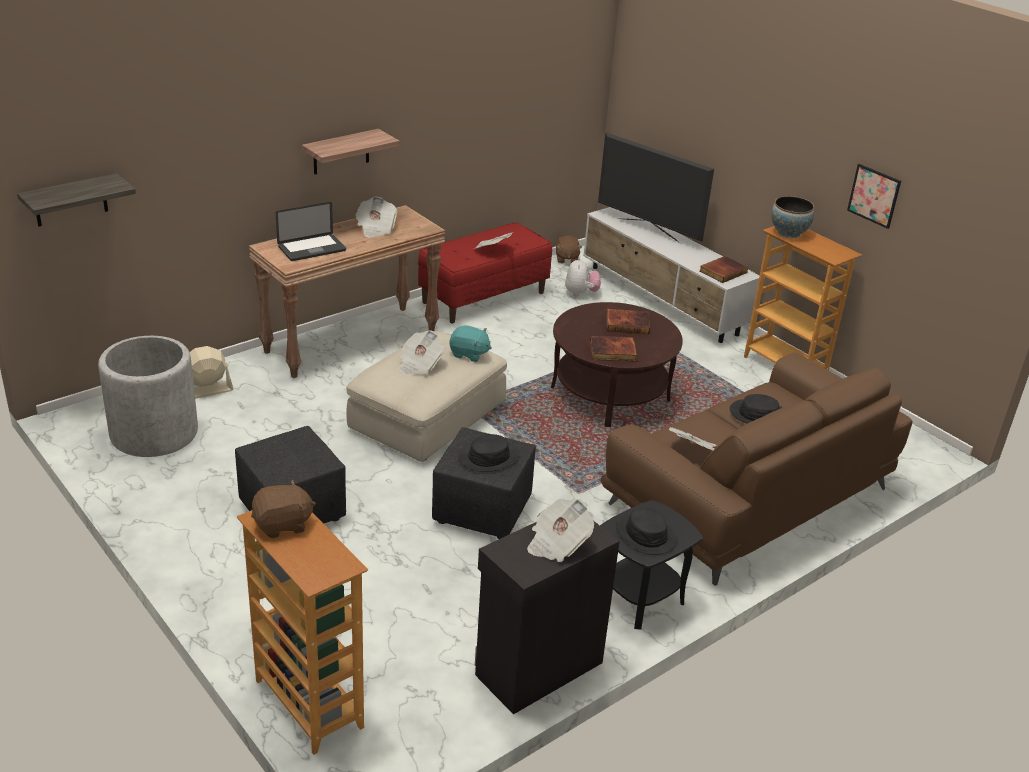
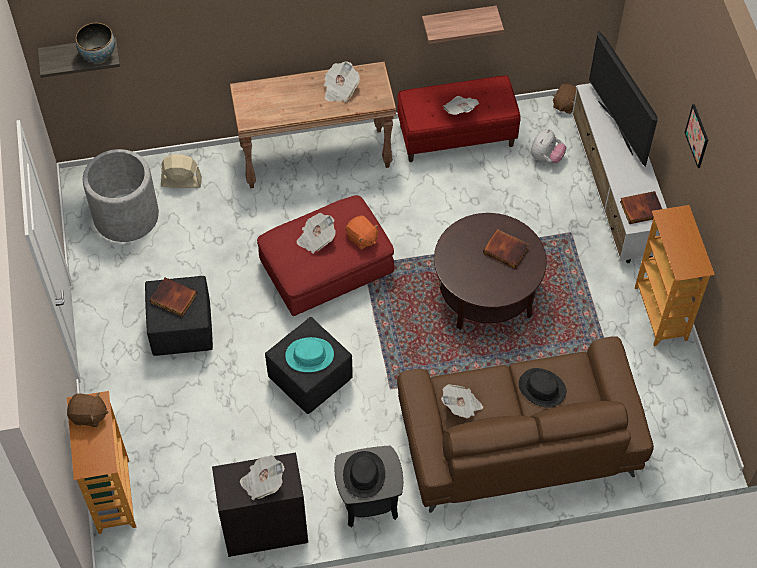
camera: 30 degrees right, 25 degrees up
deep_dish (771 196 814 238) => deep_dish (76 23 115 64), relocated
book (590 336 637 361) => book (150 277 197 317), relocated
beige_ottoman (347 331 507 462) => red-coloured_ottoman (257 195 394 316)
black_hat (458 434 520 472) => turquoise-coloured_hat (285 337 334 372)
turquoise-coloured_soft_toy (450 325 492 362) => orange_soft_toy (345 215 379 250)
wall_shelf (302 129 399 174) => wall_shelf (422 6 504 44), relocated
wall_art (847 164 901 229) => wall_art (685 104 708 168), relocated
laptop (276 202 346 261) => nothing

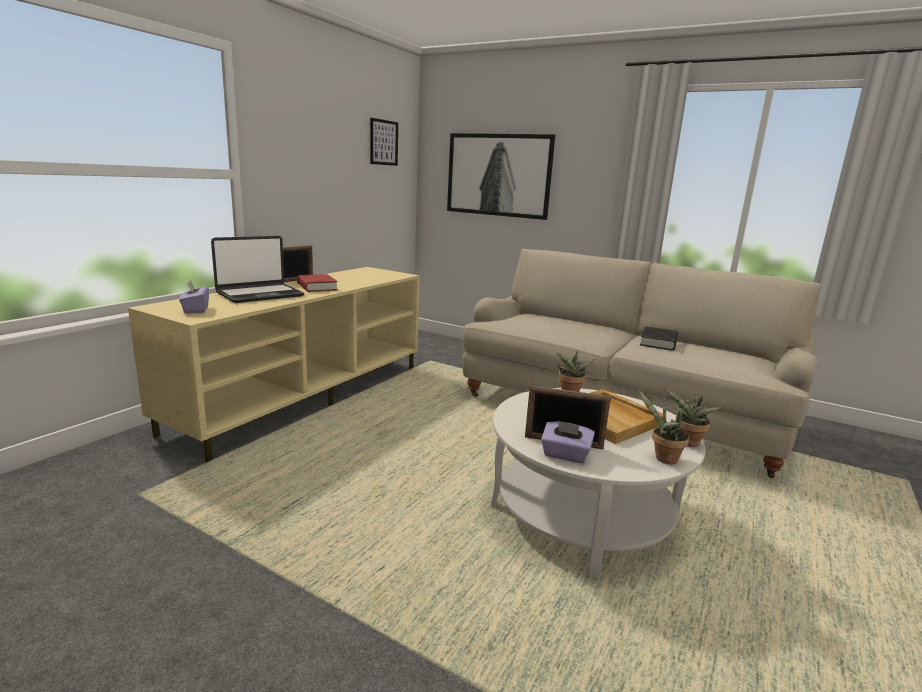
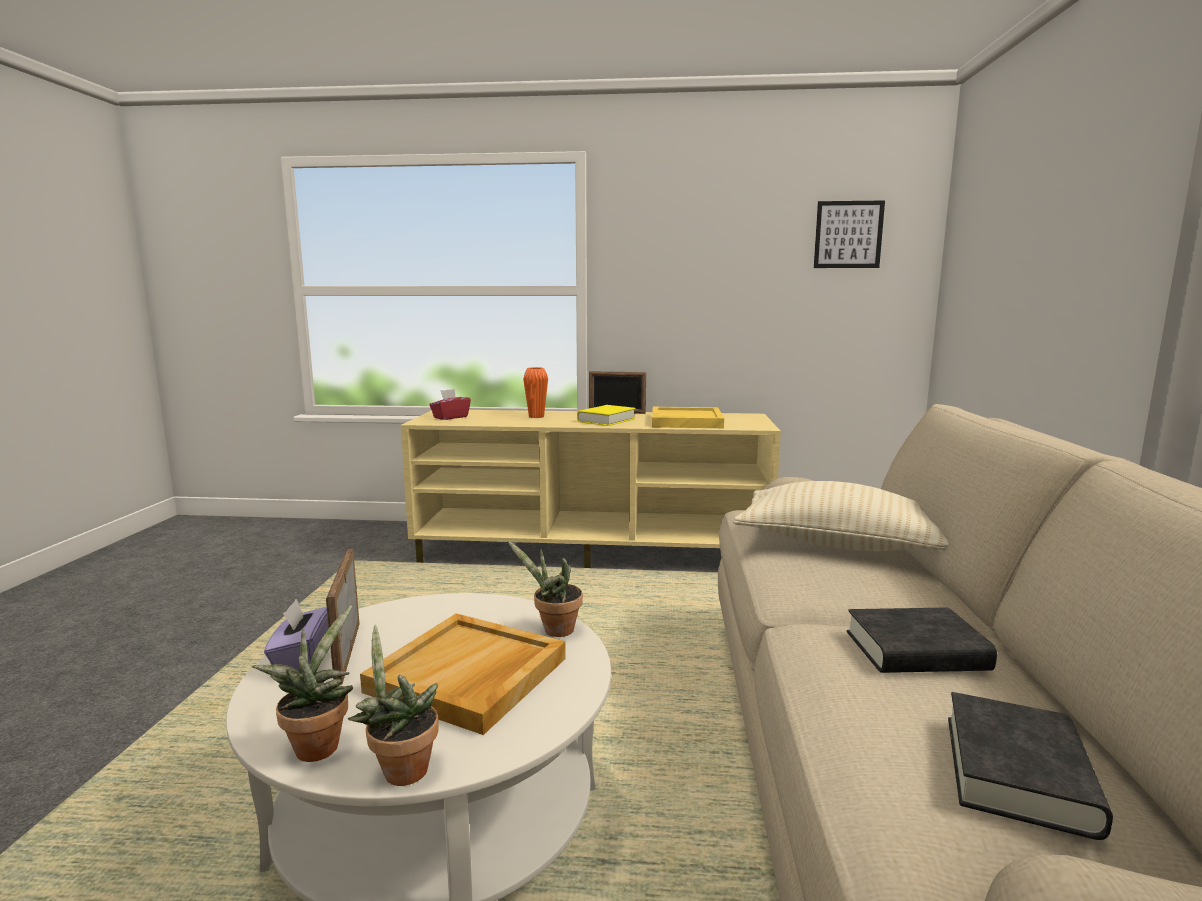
camera: 65 degrees right, 5 degrees down
purple_tissue_box (179 280 209 313) => red-coloured_tissue_box (429 389 471 420)
laptop (211 236 304 303) => orange_decorative_vase (523 367 548 418)
red-coloured_book (297 274 338 292) => yellow_book (577 405 636 426)
nothing => yellow_serving_tray (652 407 724 428)
nothing => beige_pillow (733 481 949 551)
nothing => black_book (948 692 1113 840)
wall_art (447 133 555 220) => nothing

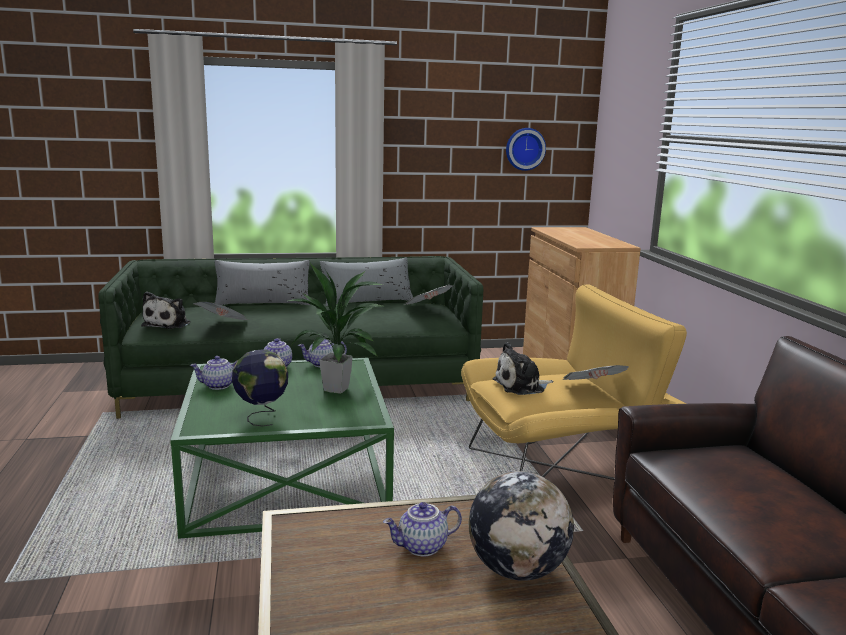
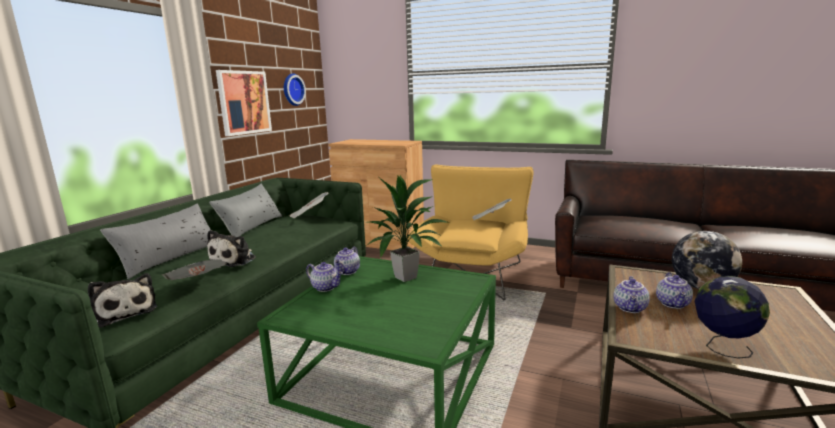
camera: 55 degrees left, 0 degrees up
soft_toy (493 342 554 395) => soft_toy (207 230 256 267), relocated
nothing => wall_art (216 70 272 136)
pot_for_tea (190 356 237 390) => pot_for_tea (614 276 650 313), relocated
globe (232 350 288 426) => globe (695 276 770 358), relocated

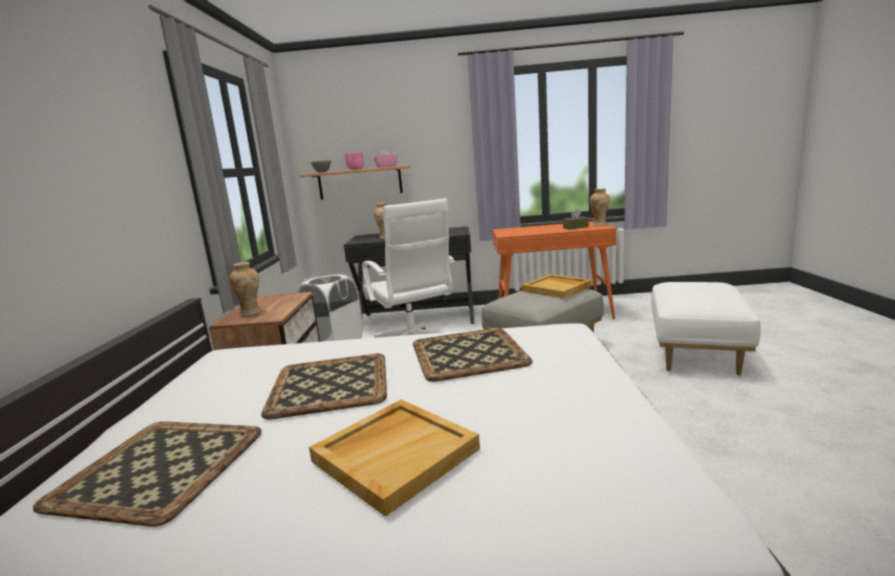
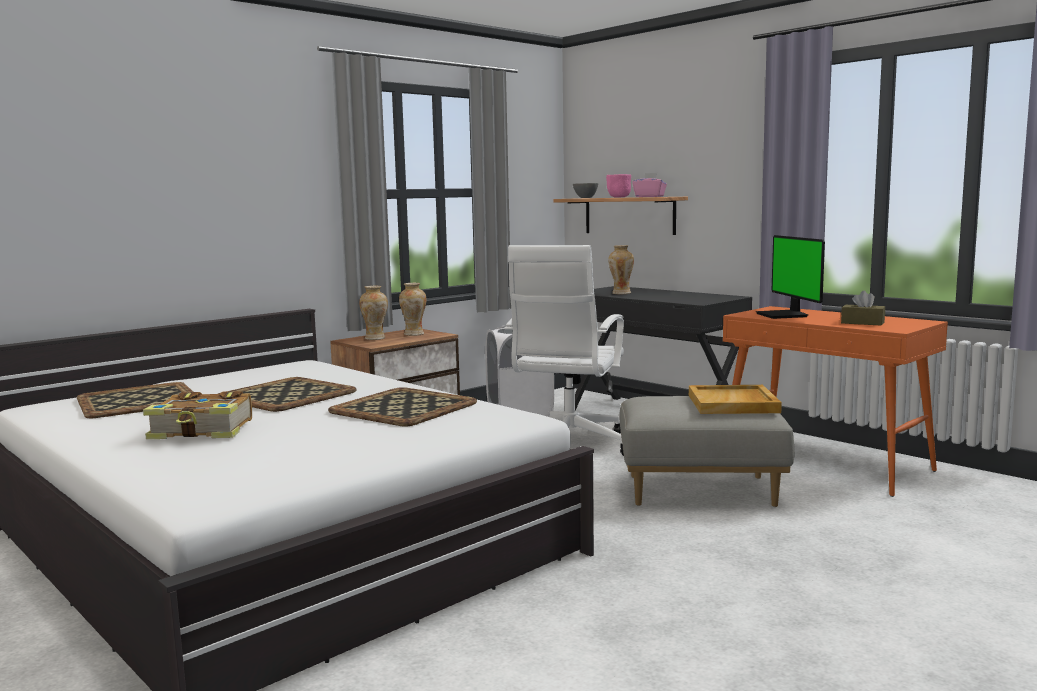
camera: 45 degrees right, 5 degrees down
beige_serving_tray (309 399 480 517) => book (143 391 252 439)
decorative_vase (590 188 610 226) => decorative_vase (399 283 426 336), relocated
nothing => computer_screen (756 235 825 319)
white_ottoman (651 282 761 376) => nothing

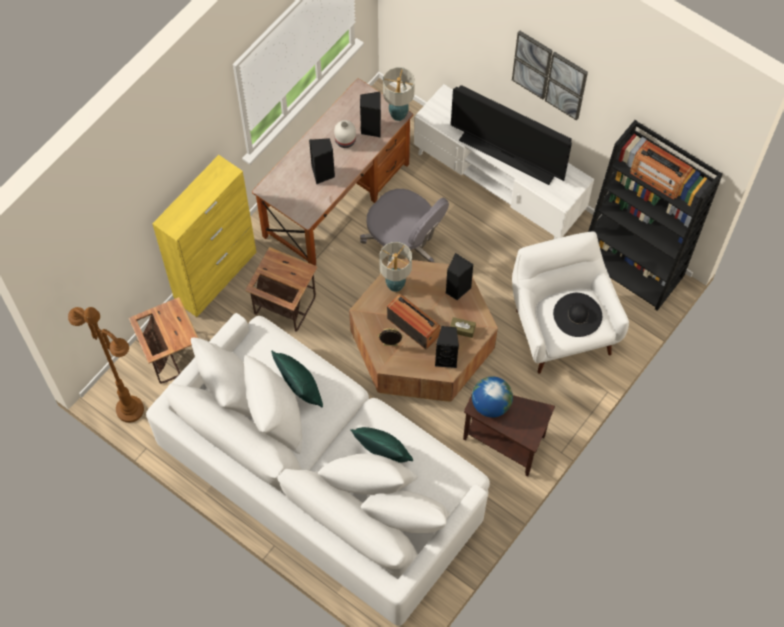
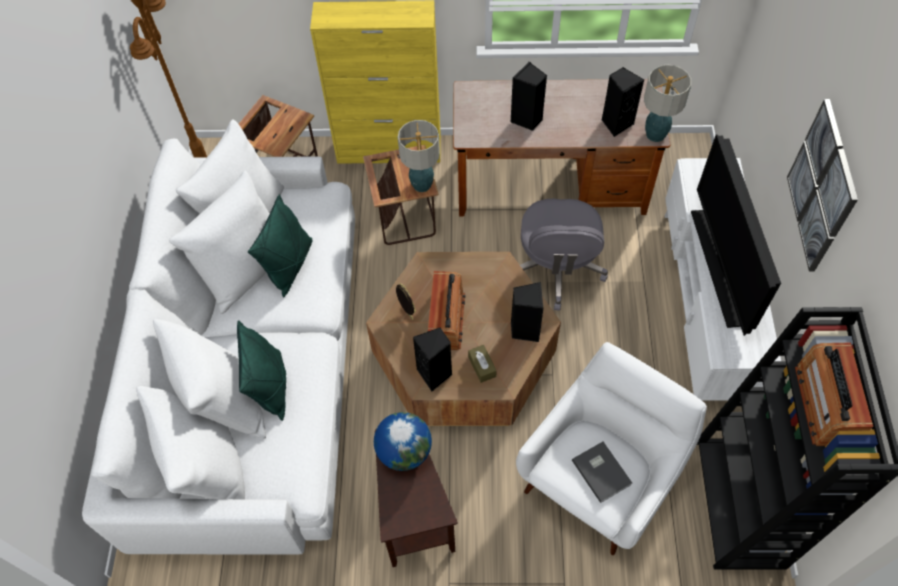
camera: 55 degrees right, 5 degrees down
tabletop_lamp (379 242 412 292) => tabletop_lamp (398 120 440 192), relocated
black_hat (553 293 602 337) => grey_book (572 442 632 503)
white_decorative_vase (334 120 356 148) => nothing

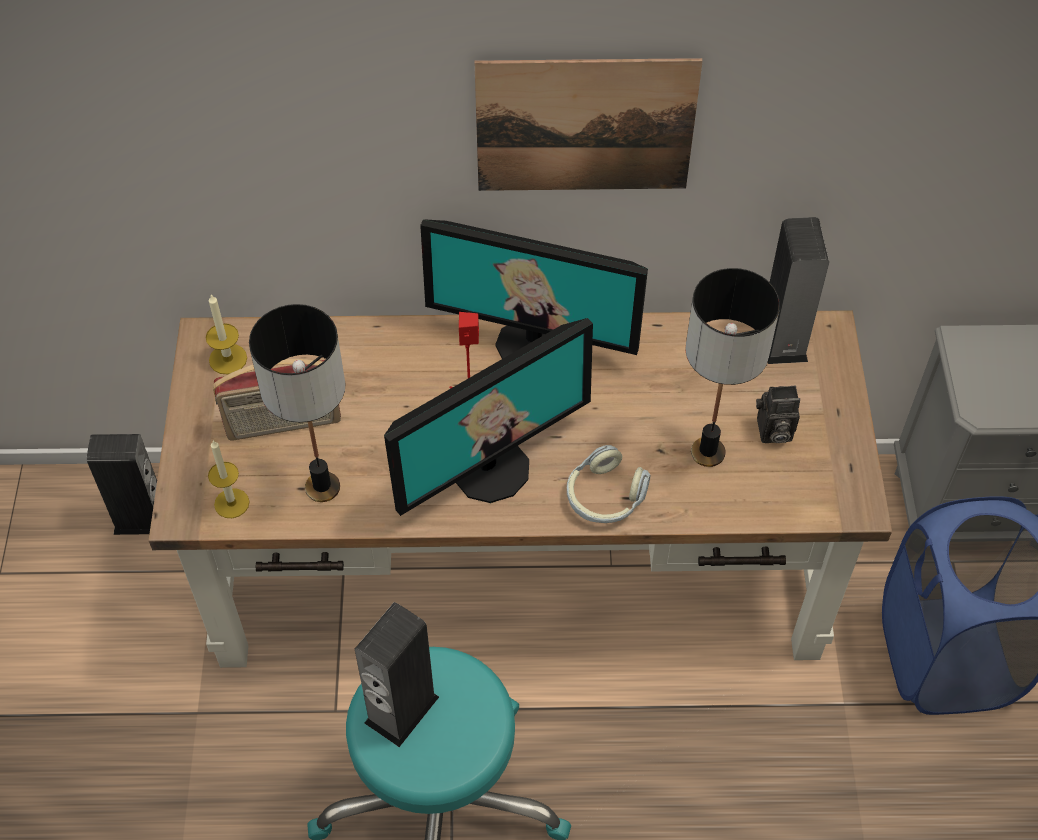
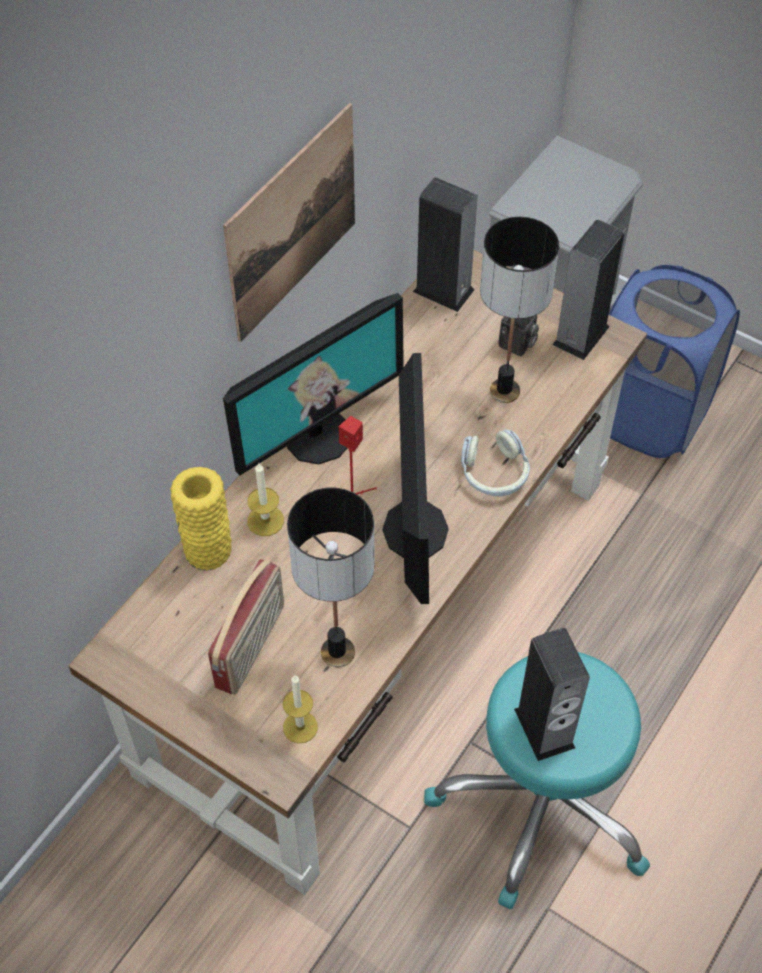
camera: 55 degrees left, 0 degrees up
nothing => yellow_decorative_vase (170 467 232 571)
candle (206 294 247 375) => candle (247 463 284 536), relocated
audio_speaker (87 434 157 535) => audio_speaker (552 220 624 360), relocated

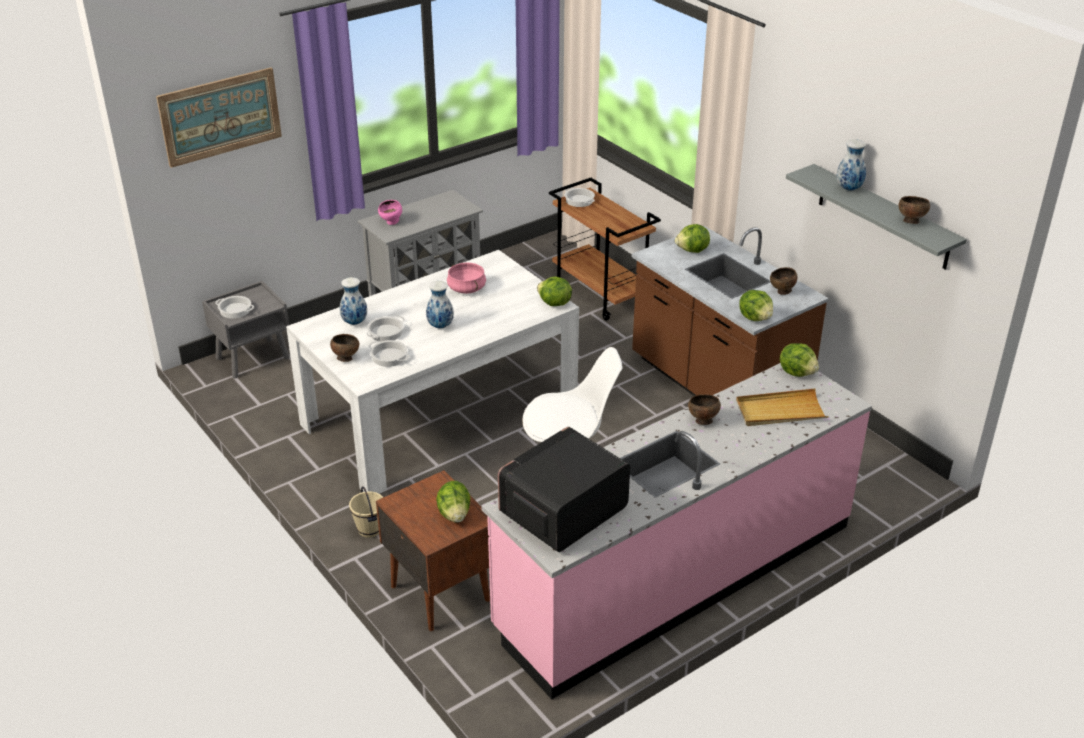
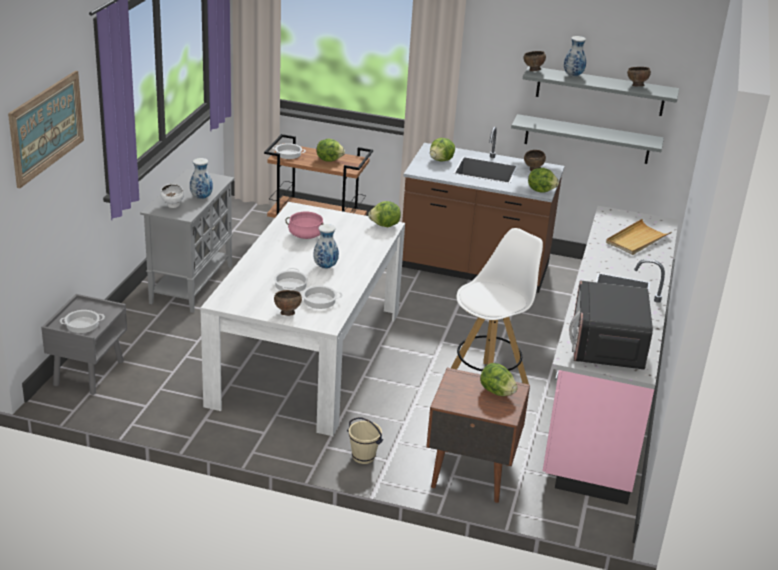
camera: 40 degrees left, 5 degrees down
pink_deep_dish (378 200 402 225) => white_deep_dish (160 184 184 208)
decorative_vase (340 277 367 325) => decorative_vase (190 158 213 199), relocated
lettuce_head (780 343 819 377) => lettuce_head (317 139 345 162), relocated
nothing => grey_wall_shelf (511 114 664 164)
brown-coloured_deep_dish (688 394 721 425) => brown-coloured_deep_dish (524 51 546 71), relocated

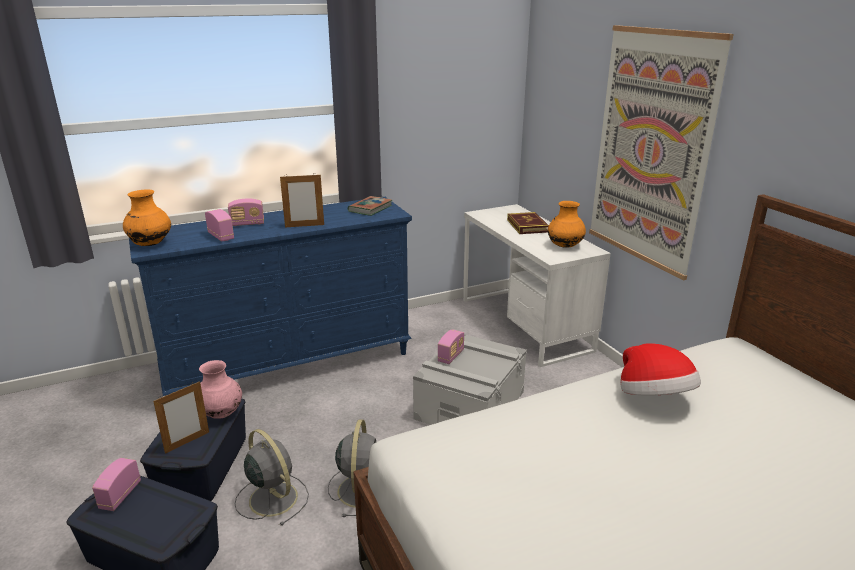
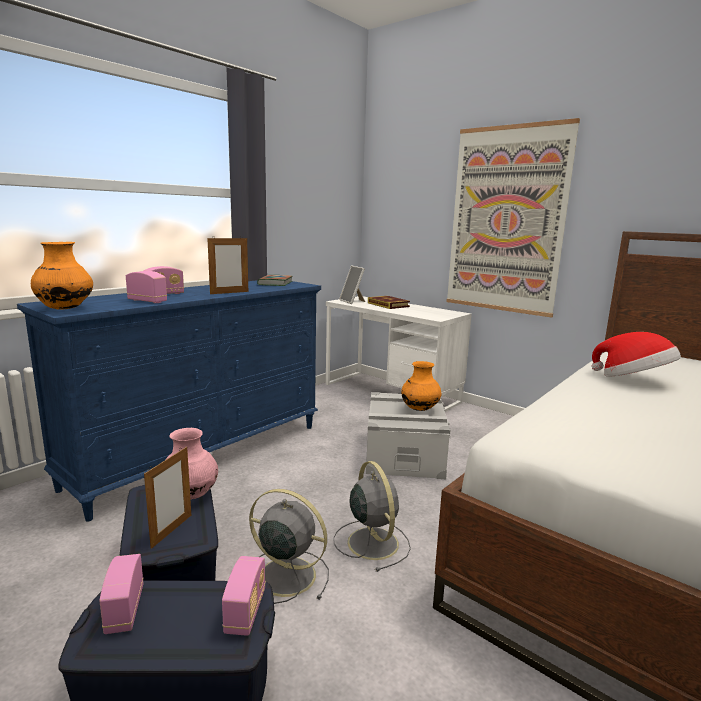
camera: 25 degrees left, 10 degrees down
radio_set (437 329 464 364) => radio_set (222 556 266 636), relocated
nothing => photo_frame (339 265 365 304)
orange_decorative_vase (548 201 586 248) => orange_decorative_vase (401 361 442 411), relocated

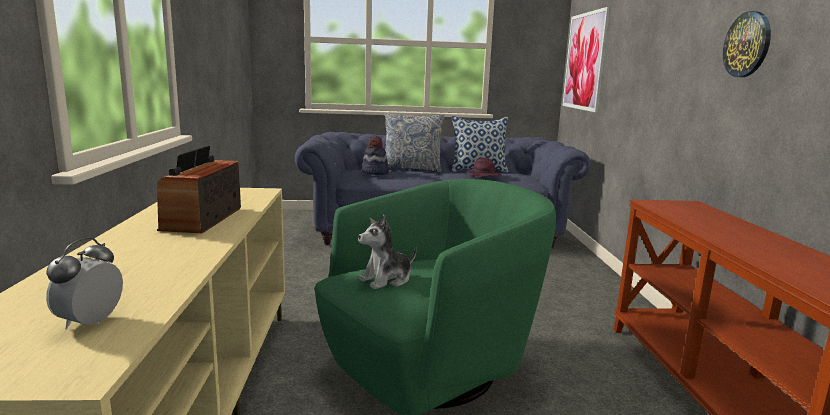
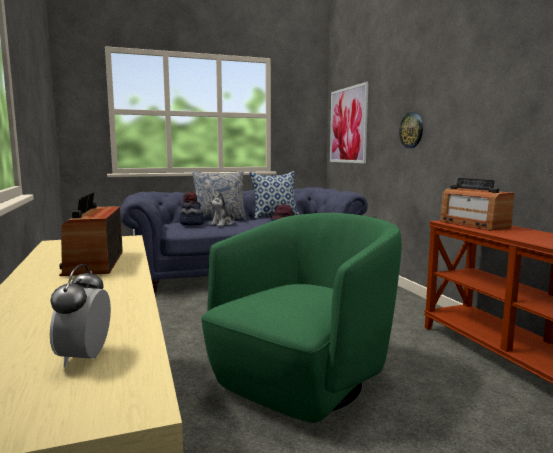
camera: 15 degrees left, 5 degrees down
soft_toy (358 215 417 289) => soft_toy (210 193 234 226), relocated
wall_clock (723 11 771 77) => wall_clock (399 112 423 148), relocated
nothing => radio_set (440 178 514 231)

